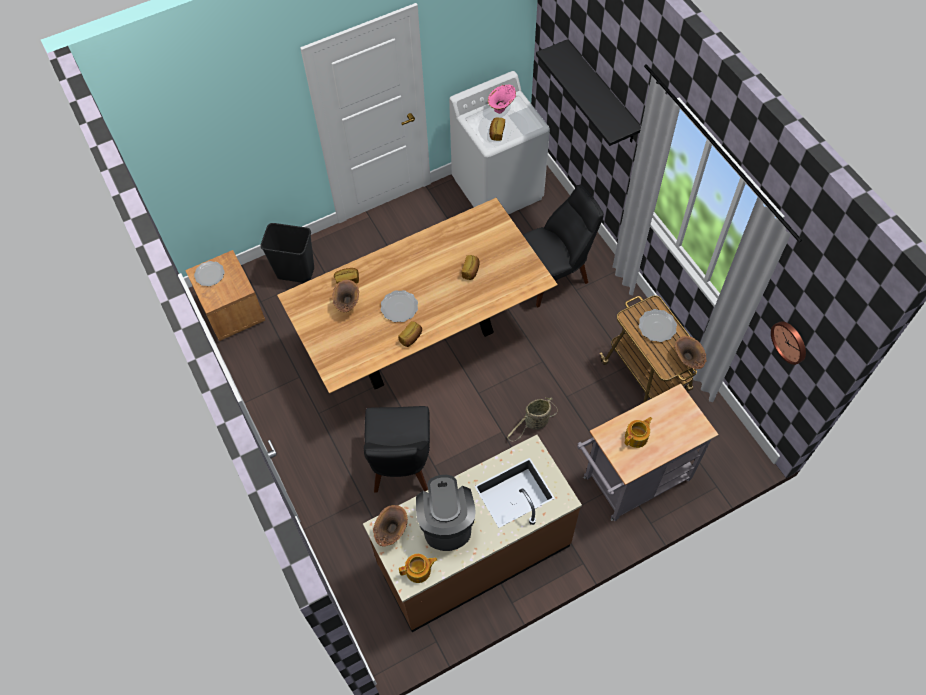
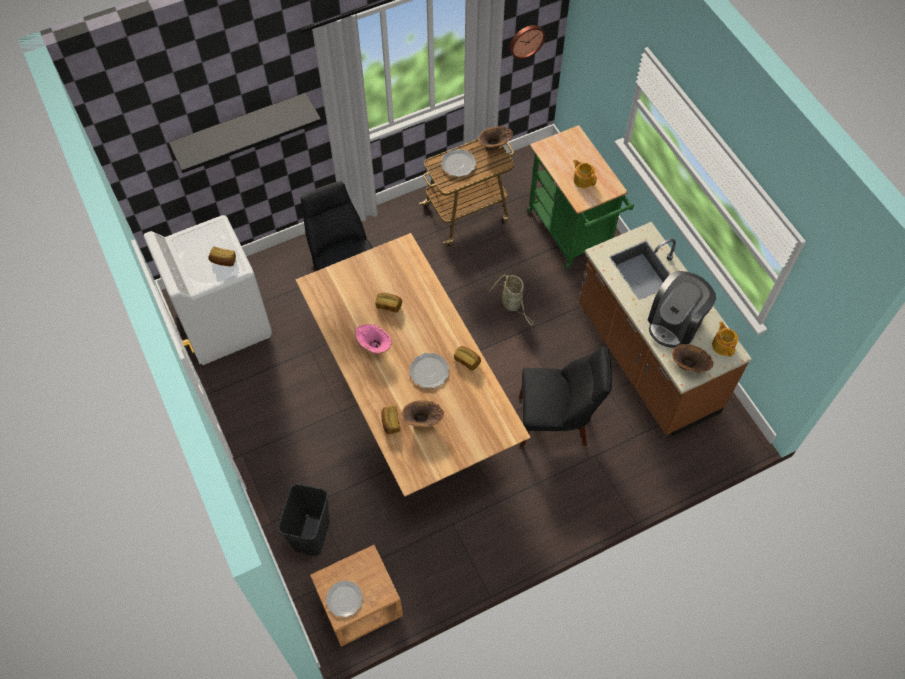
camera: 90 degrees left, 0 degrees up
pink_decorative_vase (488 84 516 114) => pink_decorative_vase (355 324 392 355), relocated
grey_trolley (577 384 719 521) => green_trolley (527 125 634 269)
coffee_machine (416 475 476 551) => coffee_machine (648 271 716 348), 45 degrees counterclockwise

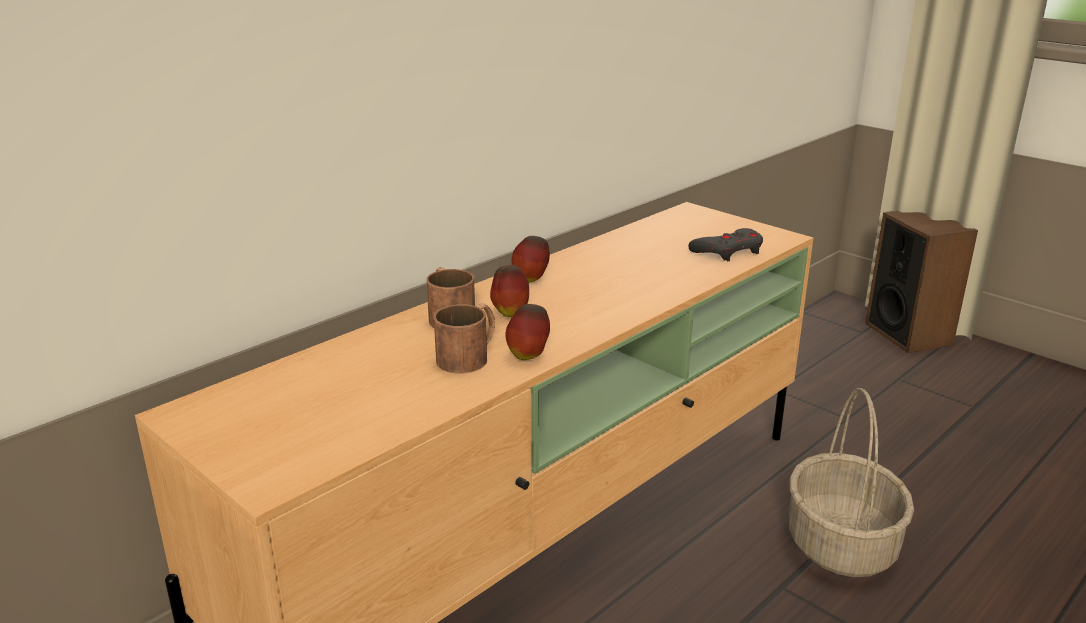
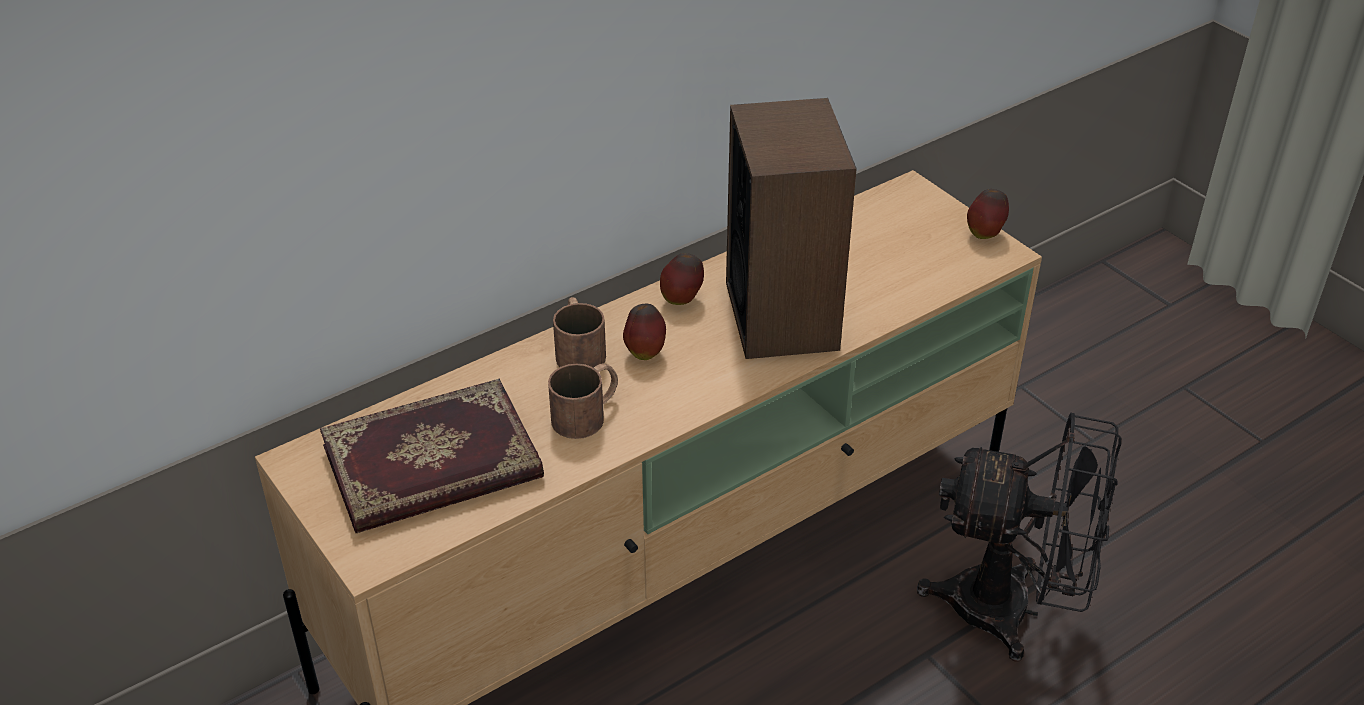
camera: 10 degrees right, 15 degrees up
nothing => book (320 379 544 533)
audio_speaker (865 211 978 353) => audio_speaker (726 98 857 359), relocated
household_basket (789 388 914 577) => black_fan (917 413 1121 662)
apple_fruit (505 304 550 360) => apple_fruit (967 189 1009 239), relocated
grey_joypad (688 228 763 261) => nothing

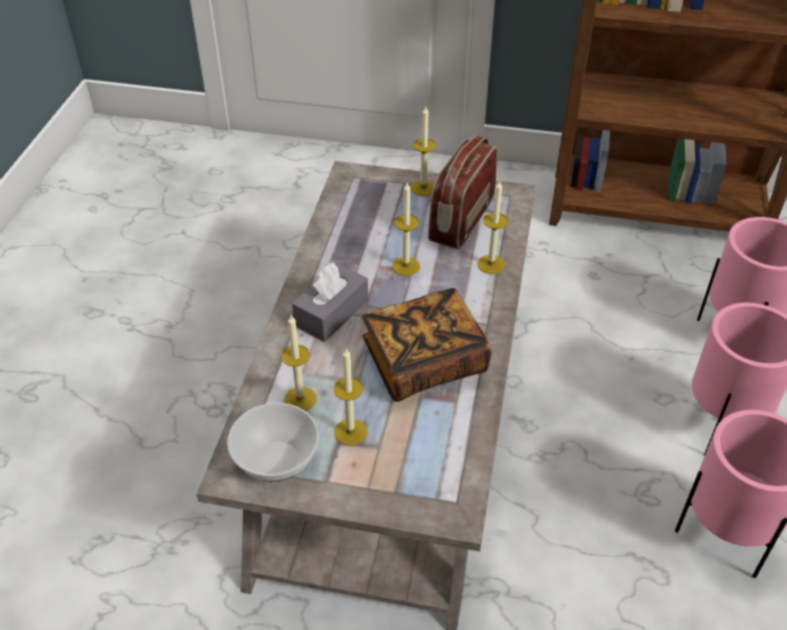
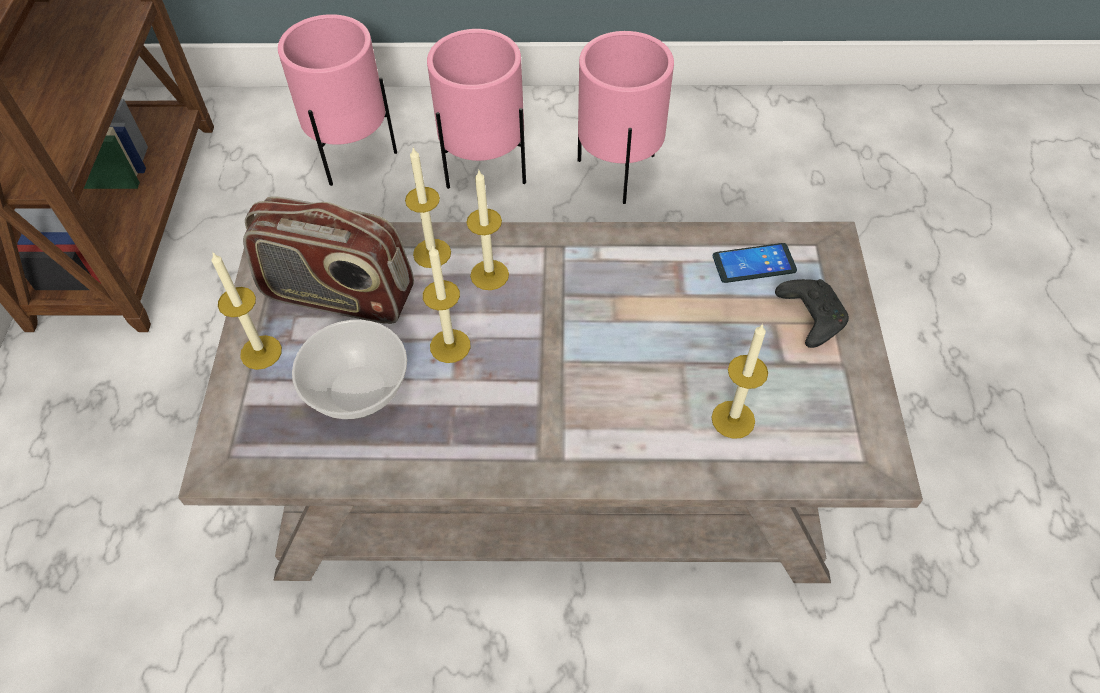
camera: 100 degrees left, 10 degrees up
deep_dish (227 403 319 482) => deep_dish (292 320 407 419), relocated
candle (334 349 367 446) => candle (466 169 509 290), relocated
nothing => phone (713 243 797 283)
nothing => black_joypad (775 279 849 348)
grey_tissue_box (292 262 368 342) => nothing
book (362 288 492 402) => nothing

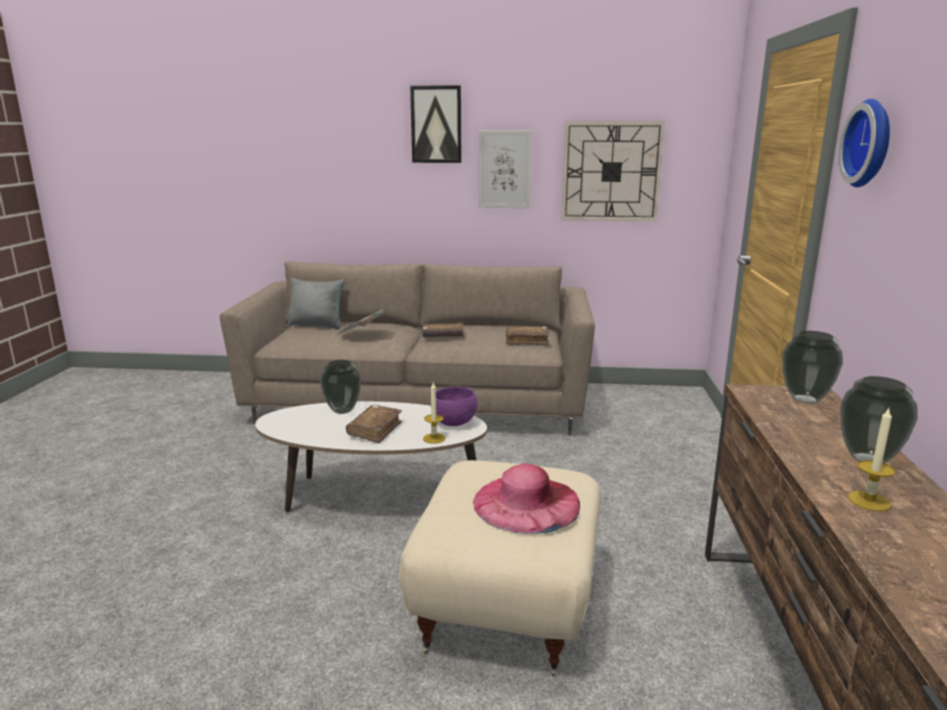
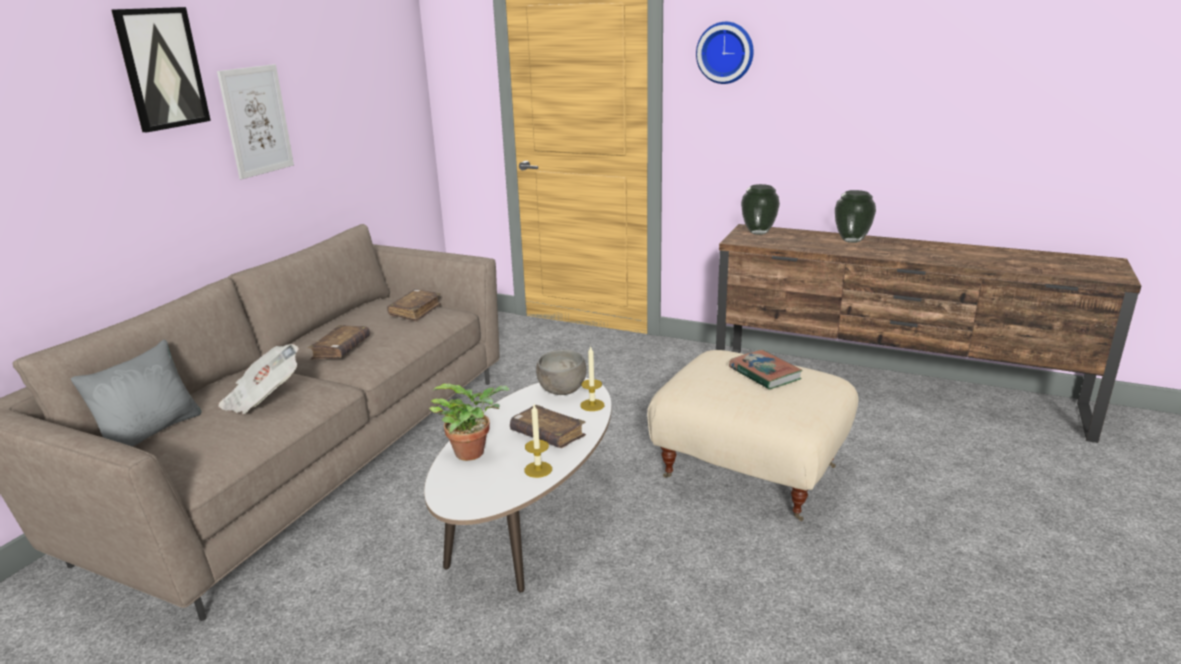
camera: 70 degrees left, 5 degrees up
decorative_vase (320 360 361 414) => plant_in_a_pot (429 383 509 461)
candle (848 408 895 511) => candle (525 404 552 478), relocated
purple_deep_dish (436 387 477 426) => grey_deep_dish (536 350 586 395)
pink_hat (473 463 580 534) => book (729 350 803 390)
wall_clock (562 122 665 221) => nothing

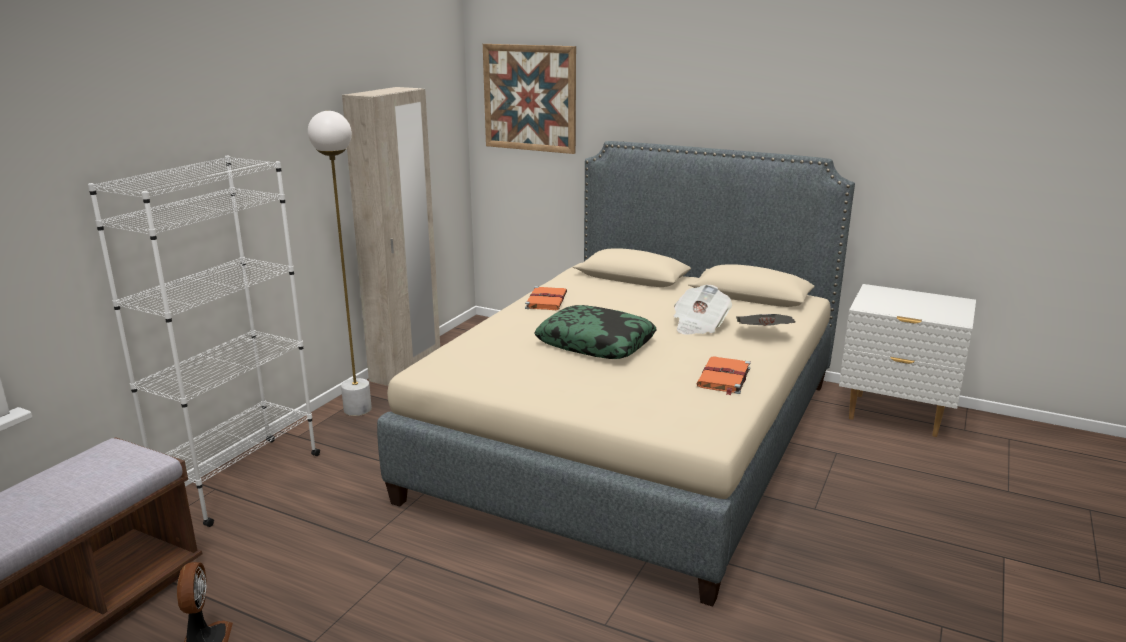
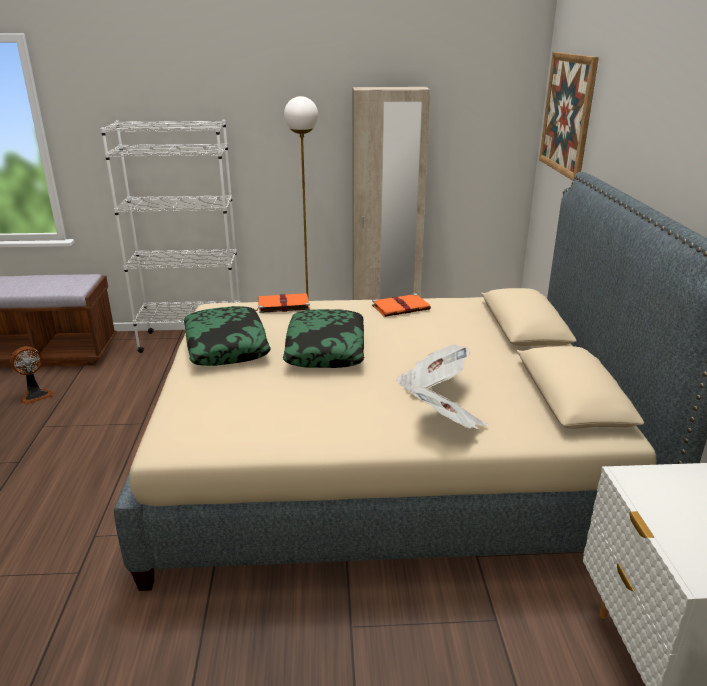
camera: 60 degrees right, 5 degrees up
nothing => pillow (184 306 271 366)
orange_book (696 356 751 395) => orange_book (256 293 310 313), relocated

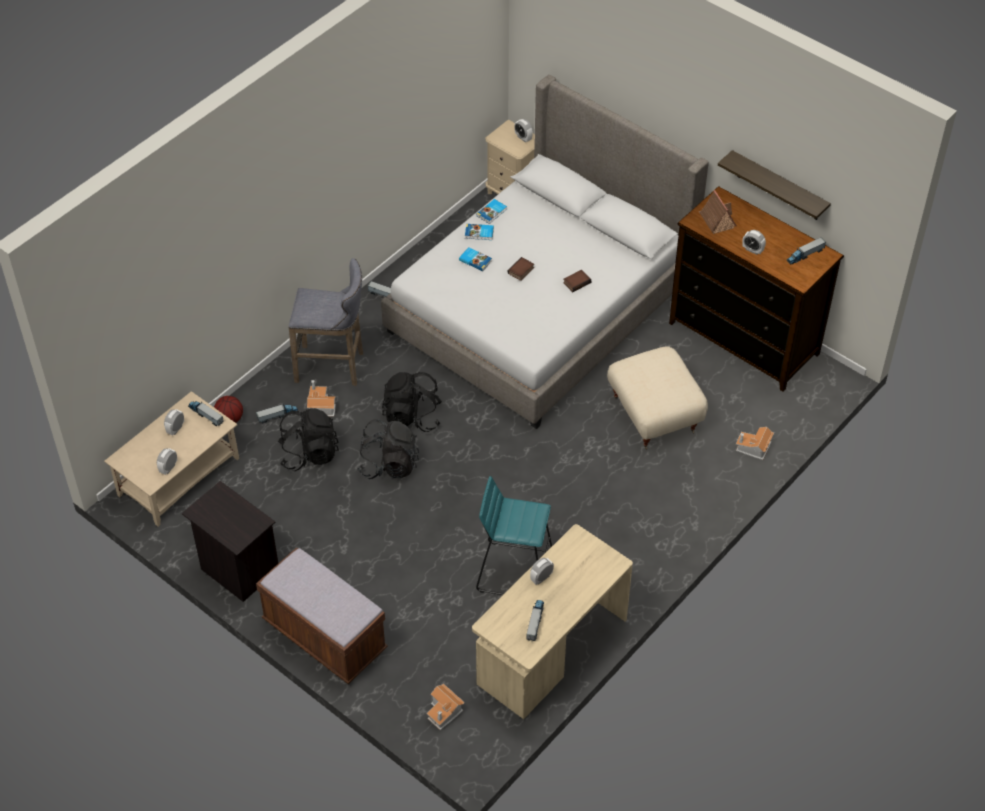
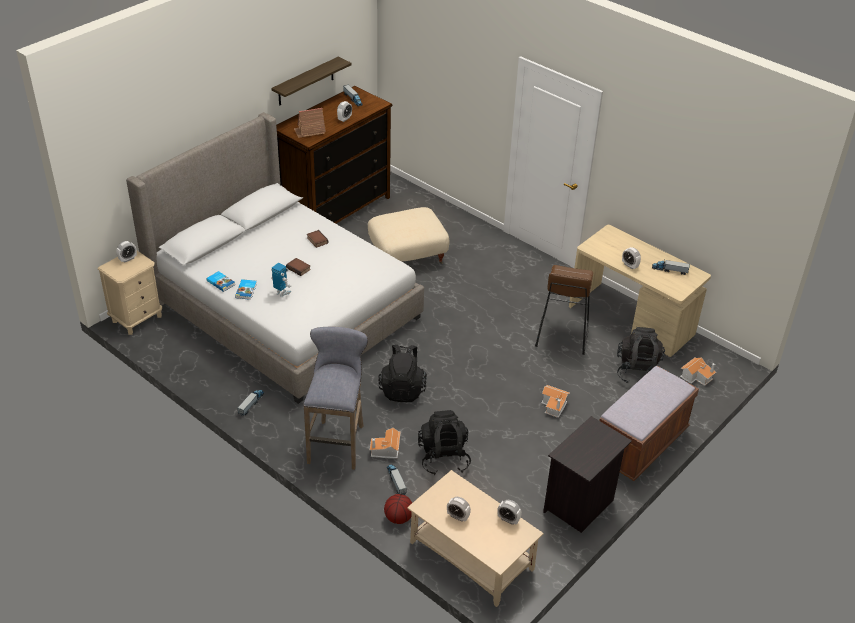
camera: 90 degrees left, 10 degrees down
book (459 247 492 271) => robot_figure (271 263 291 297)
turquoise-coloured_stool (476 476 552 595) => brown-coloured_stool (535 265 593 355)
model_house (736 427 774 460) => model_house (542 385 570 418), relocated
black_rucksack (357 419 419 479) => black_rucksack (617 327 665 383), relocated
model_truck (188 401 224 426) => nothing

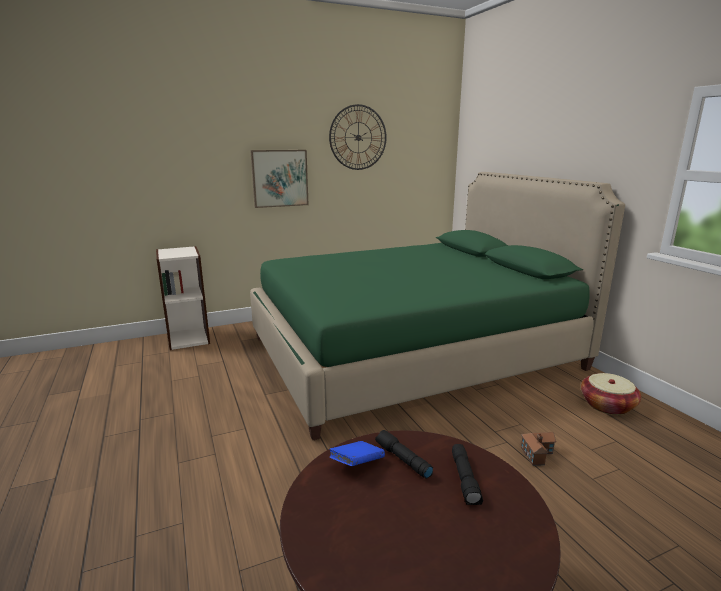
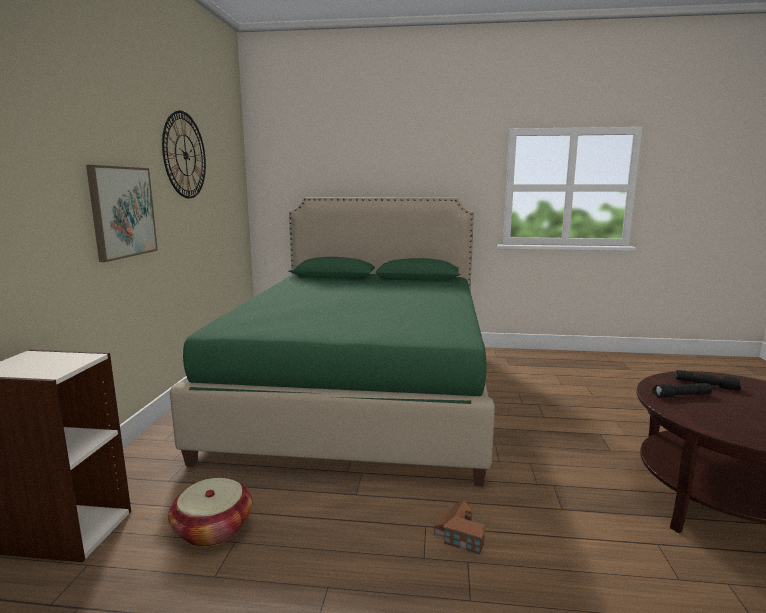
camera: 60 degrees left, 5 degrees down
household_basket (581 373 641 415) => household_basket (168 478 253 547), relocated
model_house (521 432 556 466) => model_house (434 500 487 555), relocated
blue-coloured_book (330 441 385 466) => nothing

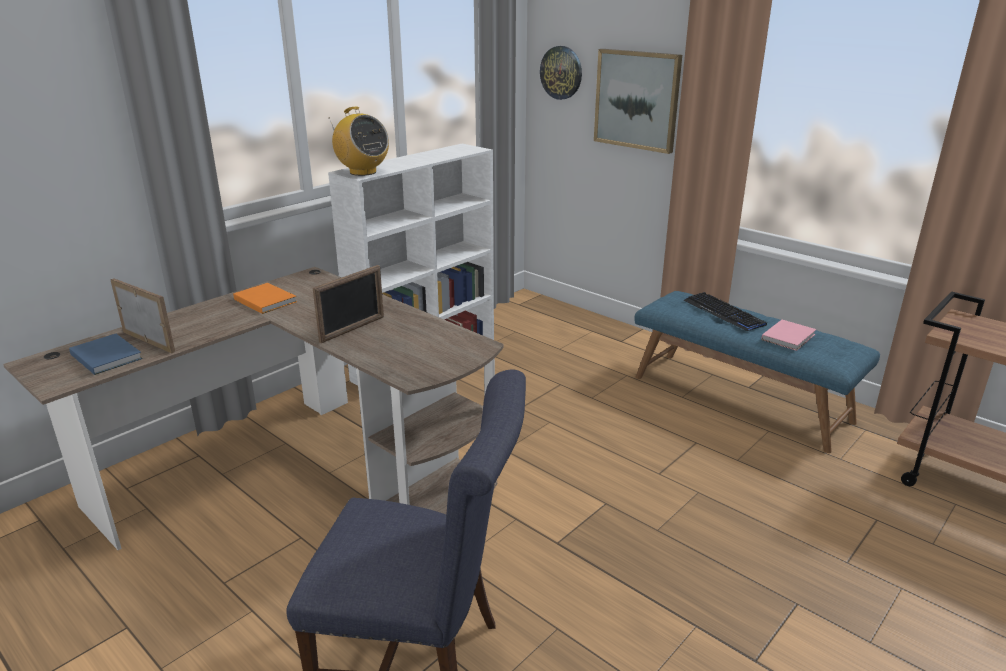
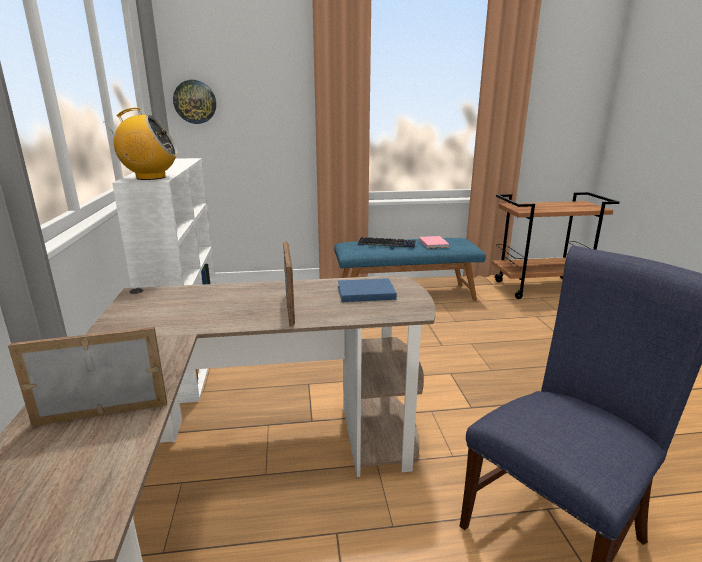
camera: 50 degrees left, 5 degrees down
blue-coloured_book (69 334 143 375) => blue-coloured_book (338 278 397 302), relocated
orange_book (233 283 297 314) => nothing
wall_art (594 49 682 154) => nothing

